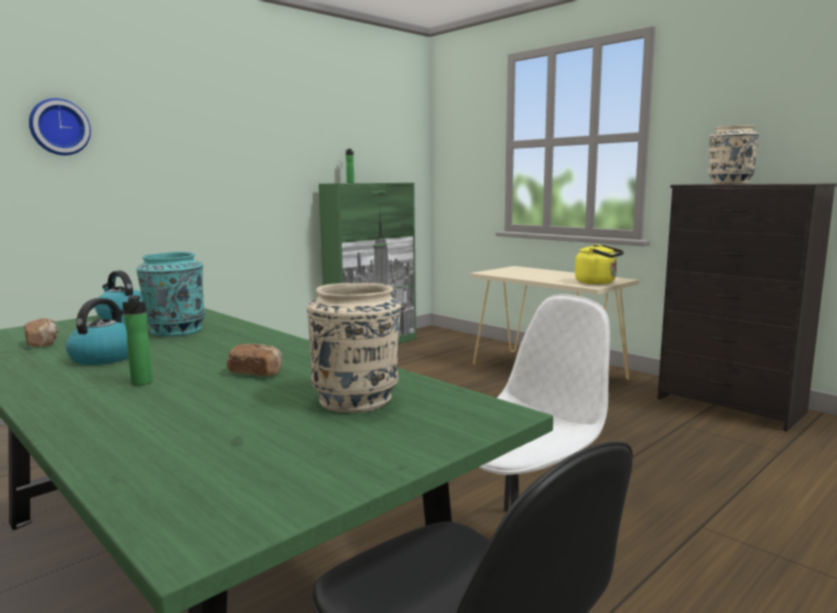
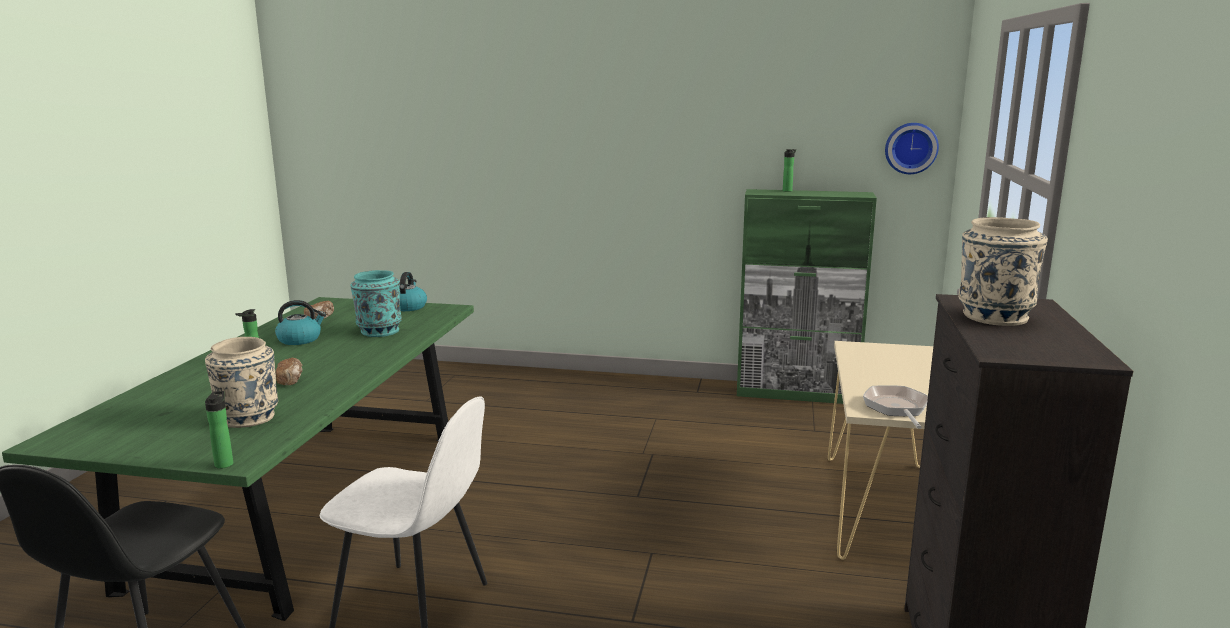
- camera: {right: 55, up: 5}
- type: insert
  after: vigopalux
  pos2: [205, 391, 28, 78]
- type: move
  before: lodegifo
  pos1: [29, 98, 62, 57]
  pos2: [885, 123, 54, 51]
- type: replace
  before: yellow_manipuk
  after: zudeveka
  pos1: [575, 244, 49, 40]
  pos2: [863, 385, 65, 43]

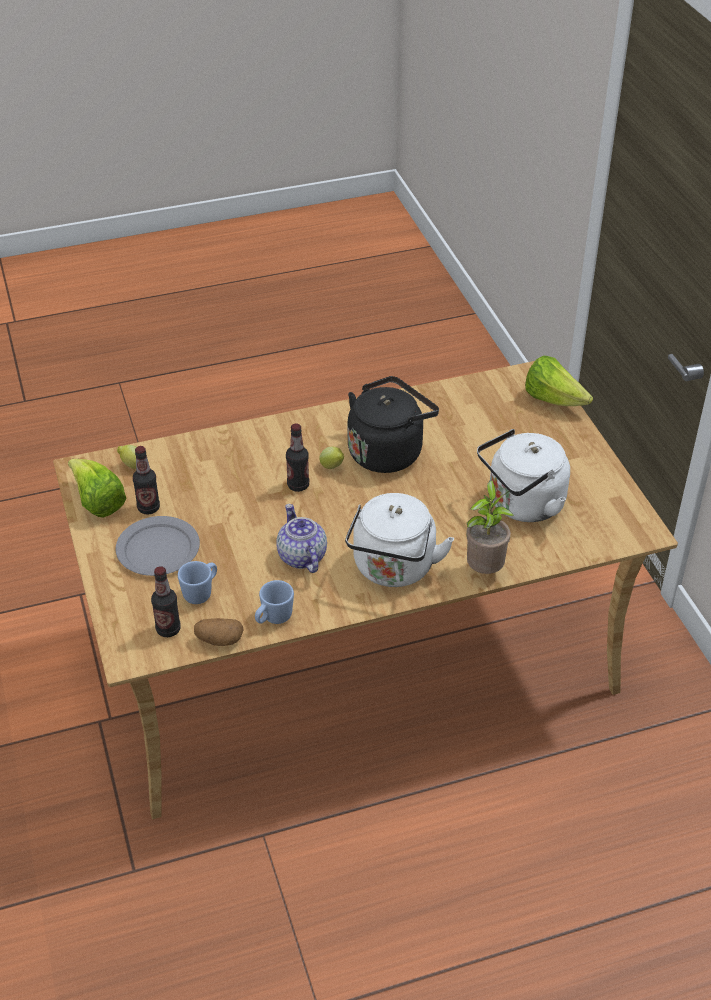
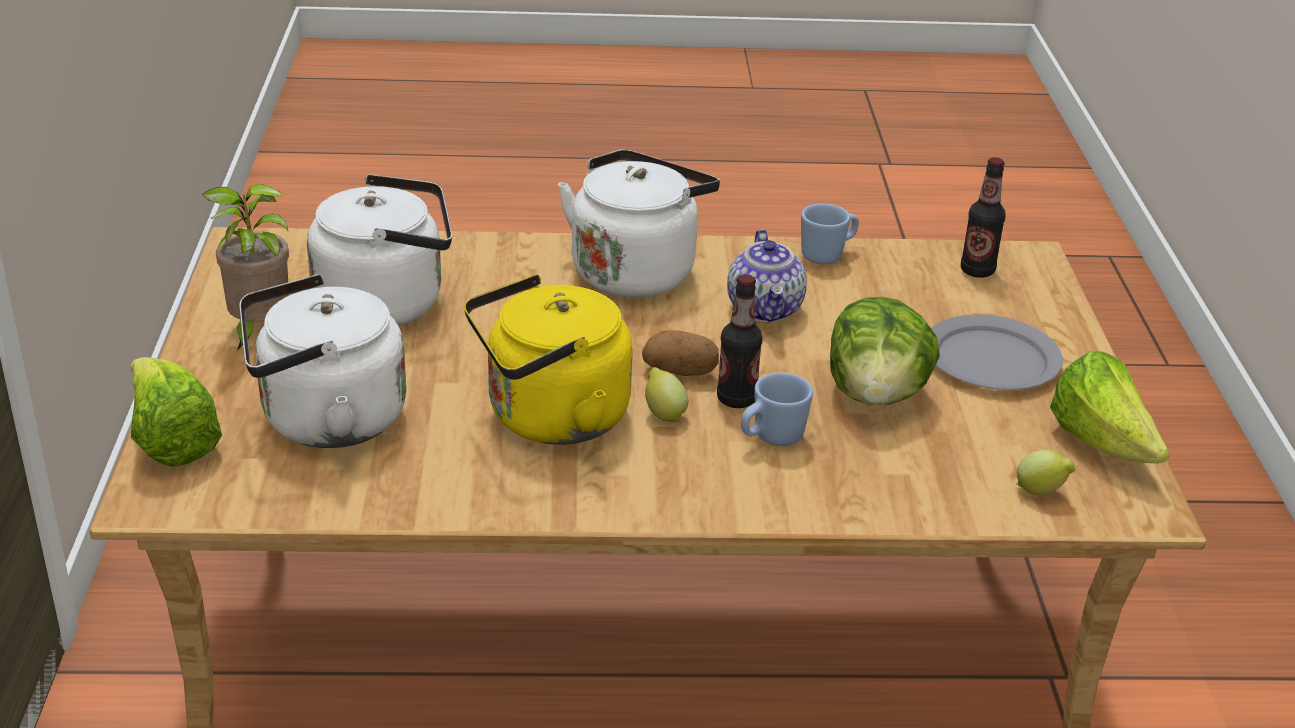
- camera: {right: -165, up: -10}
- type: delete
  before: vigopalux
  pos1: [133, 446, 27, 68]
- type: insert
  after: white_manipuk
  pos2: [239, 274, 167, 174]
- type: insert
  after: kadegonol
  pos2: [830, 297, 110, 108]
- type: move
  before: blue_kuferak
  pos1: [178, 561, 39, 43]
  pos2: [741, 372, 72, 74]
- type: move
  before: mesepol
  pos1: [194, 618, 50, 28]
  pos2: [642, 330, 77, 46]
- type: move
  before: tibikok
  pos1: [466, 481, 48, 93]
  pos2: [202, 184, 87, 167]
- type: recolor
  before: black_manipuk
  after: yellow_manipuk
  pos1: [348, 376, 91, 97]
  pos2: [464, 274, 169, 171]

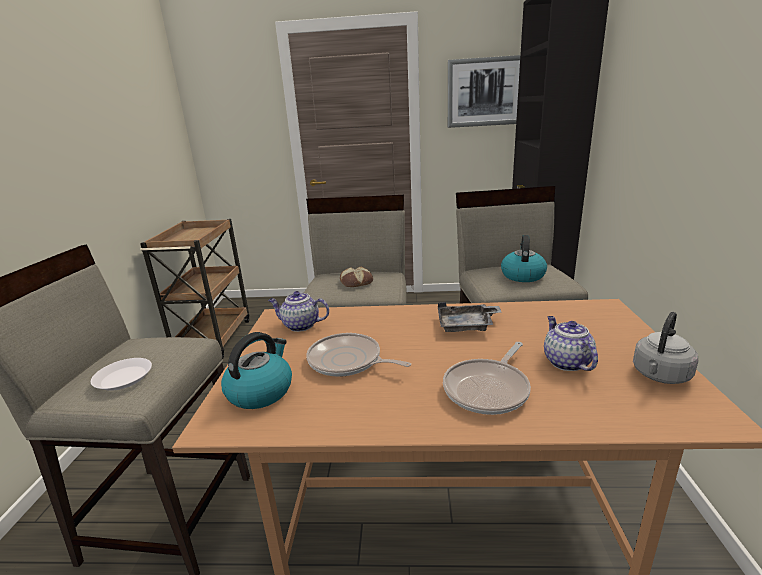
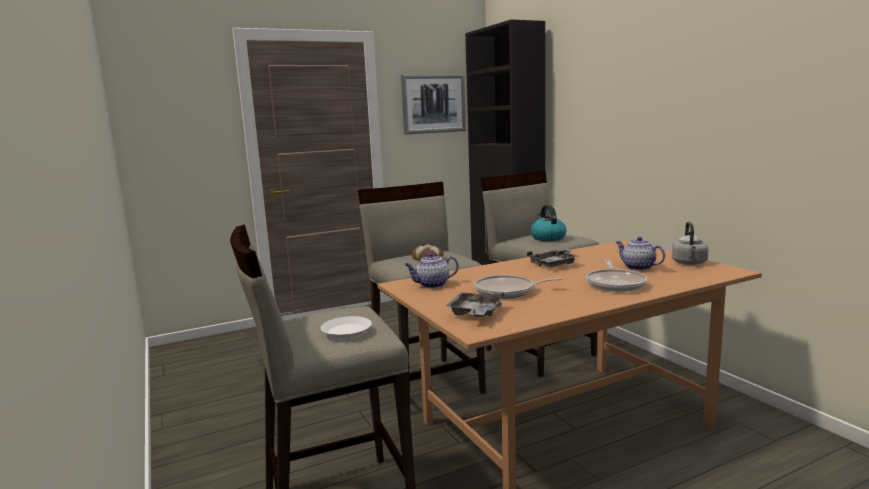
- camera: {right: -30, up: -10}
- type: delete
  before: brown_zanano
  pos1: [140, 219, 109, 140]
- type: replace
  before: manipuk
  after: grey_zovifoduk
  pos1: [221, 332, 71, 77]
  pos2: [446, 292, 58, 25]

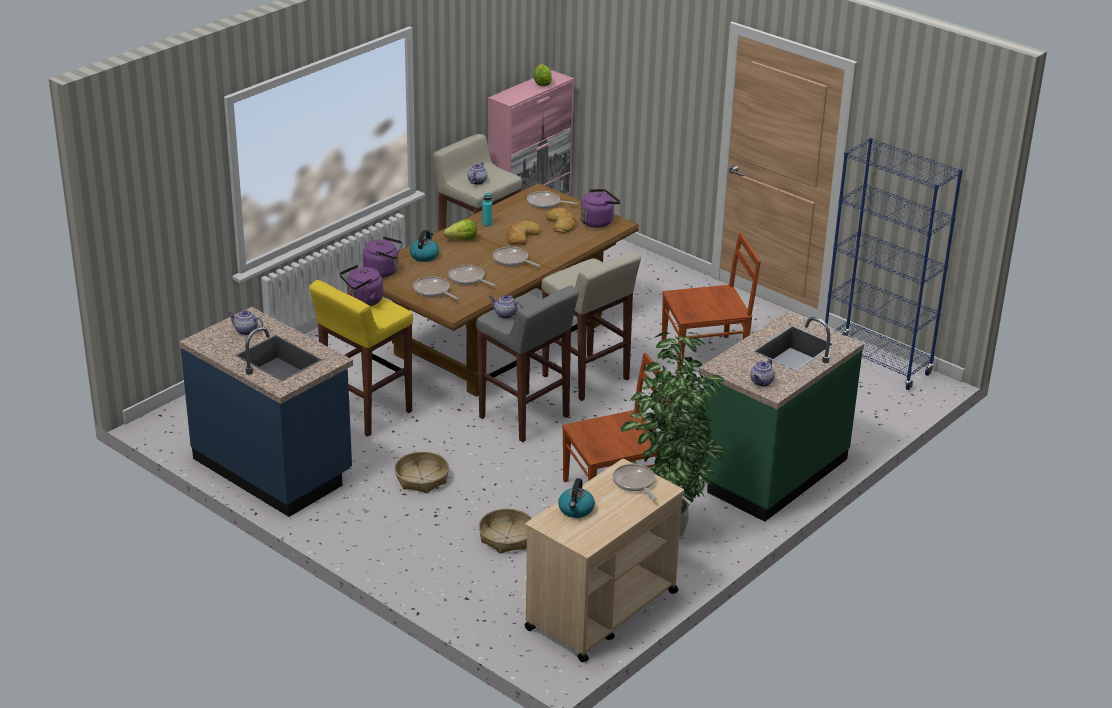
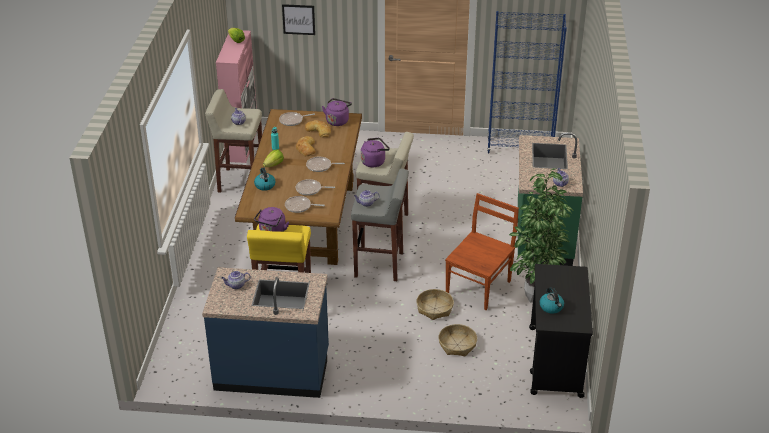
- camera: {right: -35, up: 5}
- type: delete
  before: zudeveka
  pos1: [613, 464, 44, 36]
- type: delete
  before: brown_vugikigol
  pos1: [662, 232, 99, 142]
- type: insert
  after: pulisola
  pos2: [282, 4, 33, 31]
- type: move
  before: purple_manipuk
  pos1: [363, 236, 39, 42]
  pos2: [361, 138, 29, 29]
- type: move
  before: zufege
  pos1: [395, 451, 54, 42]
  pos2: [416, 289, 38, 31]
- type: recolor
  before: beige_zanano
  after: black_zanano
  pos1: [524, 459, 160, 203]
  pos2: [529, 264, 64, 134]

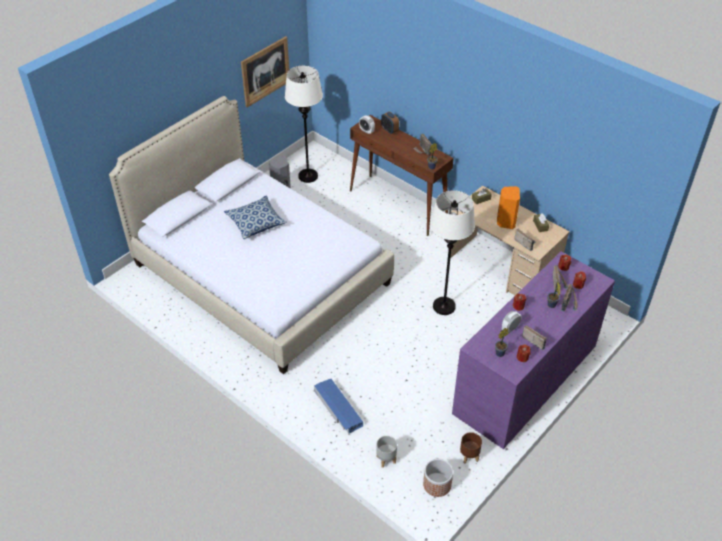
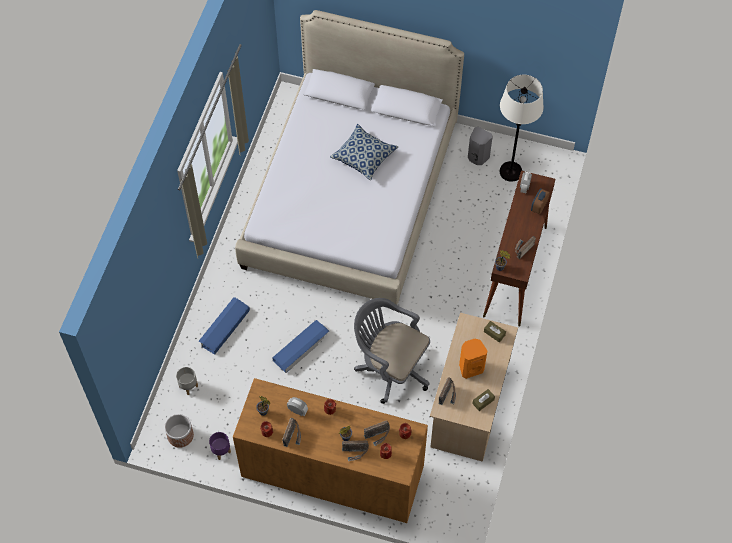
- camera: {right: 65, up: 15}
- type: delete
  before: pulisola
  pos1: [241, 36, 48, 71]
- type: insert
  after: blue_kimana
  pos2: [272, 320, 57, 53]
- type: replace
  before: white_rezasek
  after: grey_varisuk
  pos1: [430, 190, 45, 125]
  pos2: [354, 298, 76, 106]
- type: recolor
  before: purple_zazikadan
  after: brown_zazikadan
  pos1: [452, 251, 163, 198]
  pos2: [233, 378, 195, 145]
- type: recolor
  before: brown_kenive
  after: purple_kenive
  pos1: [460, 432, 22, 32]
  pos2: [209, 432, 22, 28]

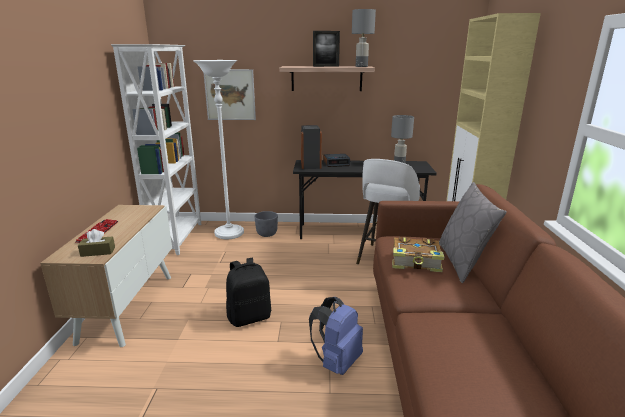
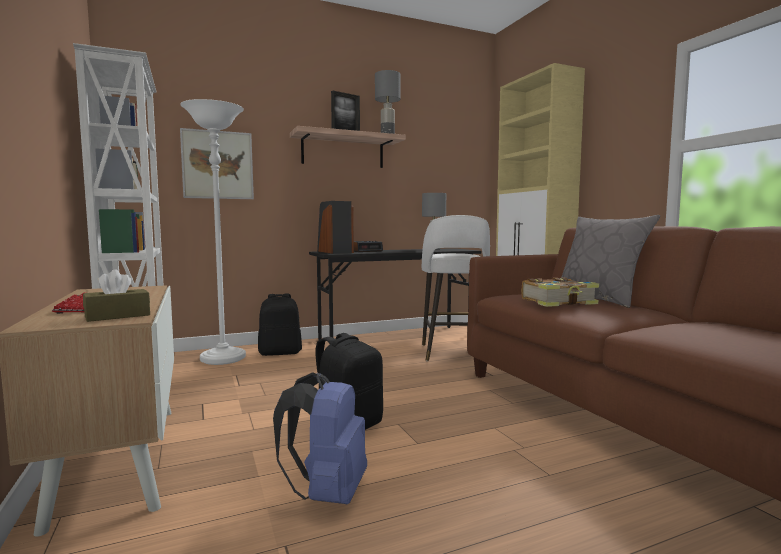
- camera: {right: -25, up: -15}
- type: move
  before: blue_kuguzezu
  pos1: [309, 297, 54, 78]
  pos2: [273, 372, 94, 132]
- type: replace
  before: grey_kenive
  after: black_kuguzezu
  pos1: [254, 211, 24, 26]
  pos2: [258, 294, 44, 62]

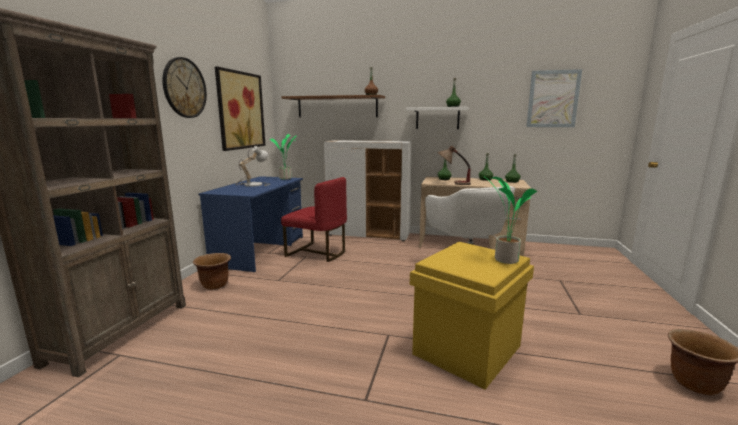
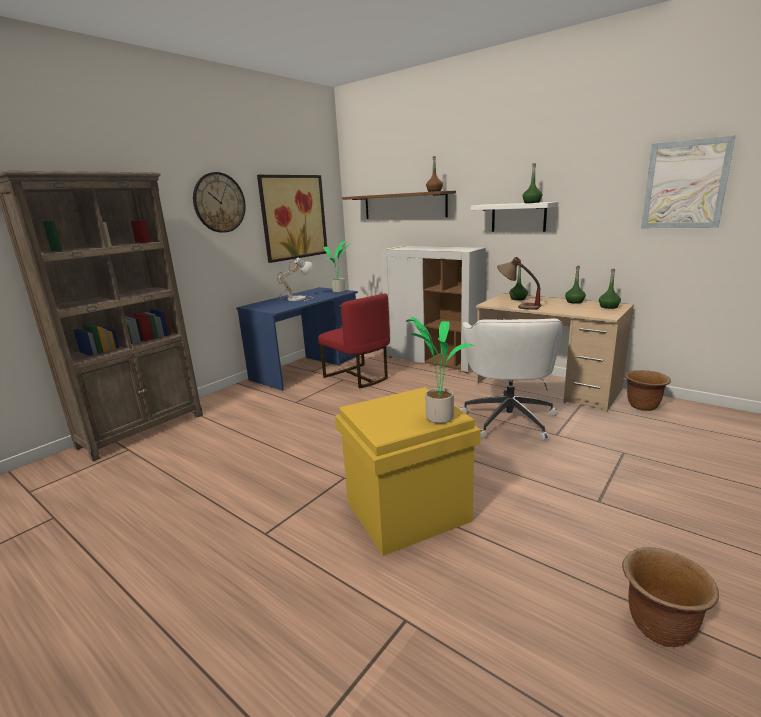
- camera: {right: 25, up: 5}
- type: move
  before: brown_kenive
  pos1: [193, 253, 38, 37]
  pos2: [625, 370, 46, 41]

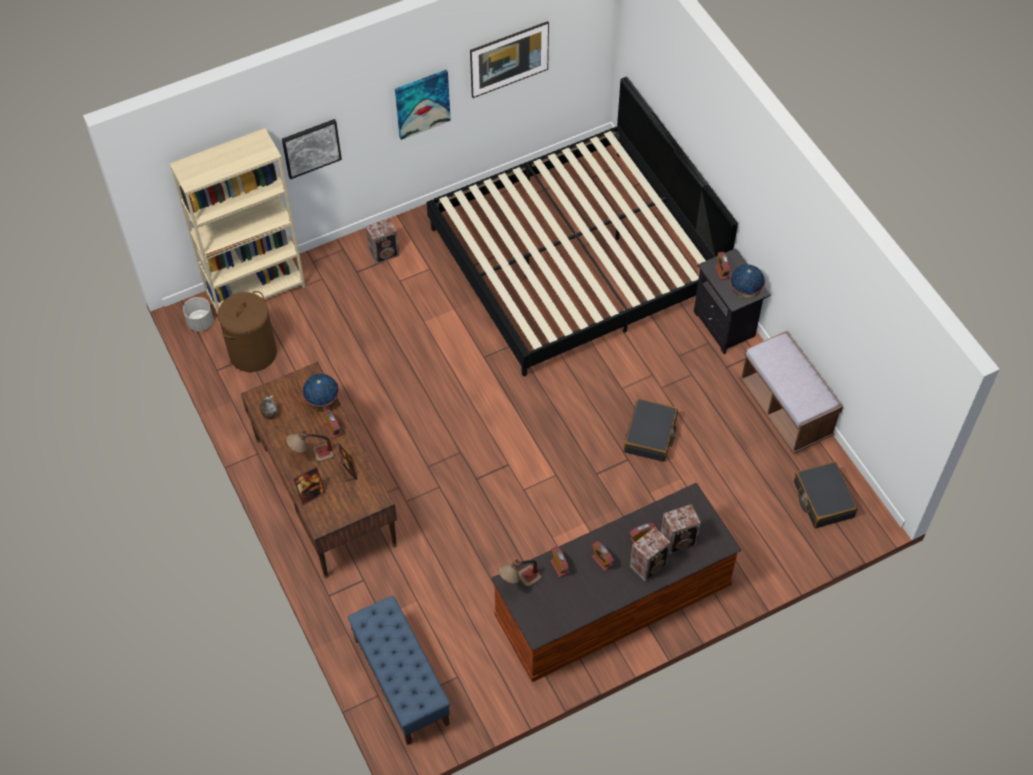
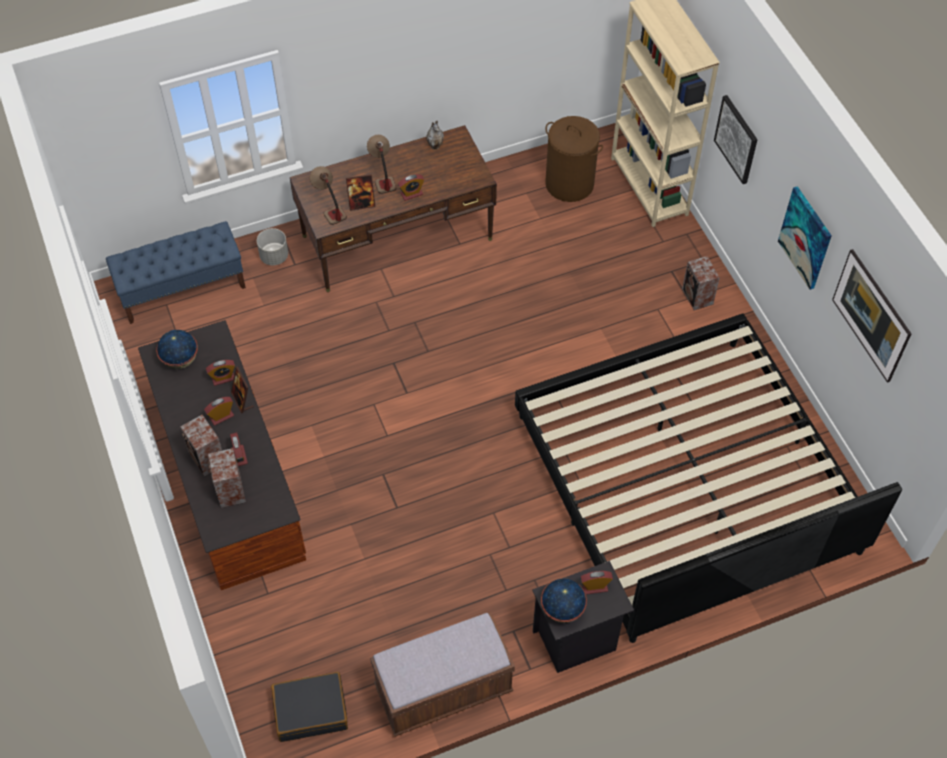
- camera: {right: 95, up: 0}
- type: delete
  before: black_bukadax
  pos1: [624, 398, 54, 64]
- type: move
  before: grey_kenive
  pos1: [183, 297, 31, 34]
  pos2: [257, 228, 31, 37]
- type: move
  before: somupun
  pos1: [293, 467, 33, 38]
  pos2: [231, 366, 23, 47]
- type: move
  before: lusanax
  pos1: [302, 374, 37, 35]
  pos2: [156, 330, 42, 39]
- type: move
  before: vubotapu
  pos1: [498, 560, 44, 27]
  pos2: [310, 166, 37, 59]

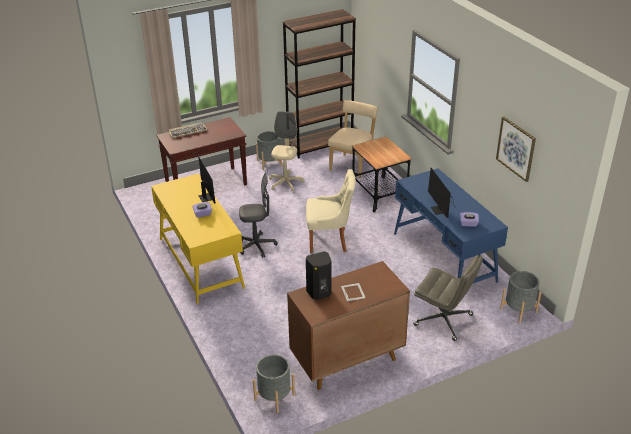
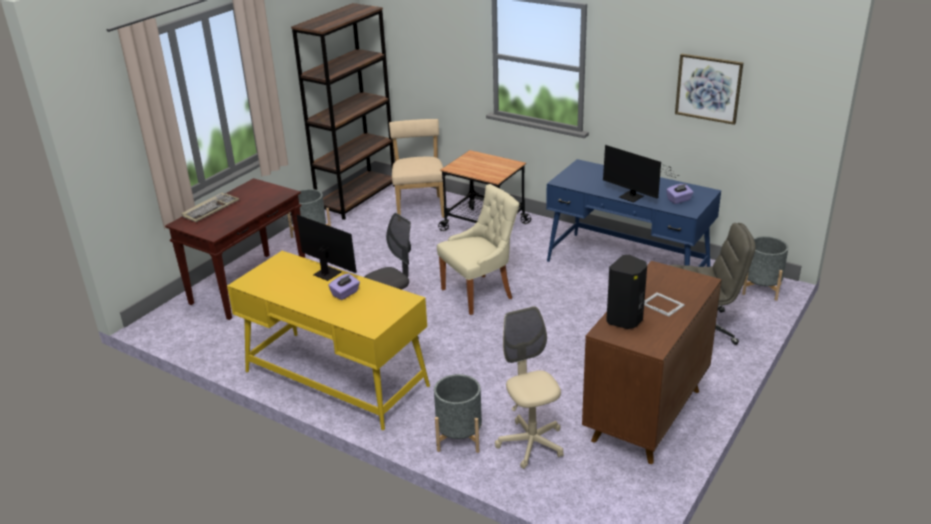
- camera: {right: -30, up: -5}
- type: move
  before: grey_kenive
  pos1: [253, 354, 42, 59]
  pos2: [434, 374, 48, 79]
- type: move
  before: beige_varisuk
  pos1: [269, 111, 35, 81]
  pos2: [495, 306, 69, 163]

